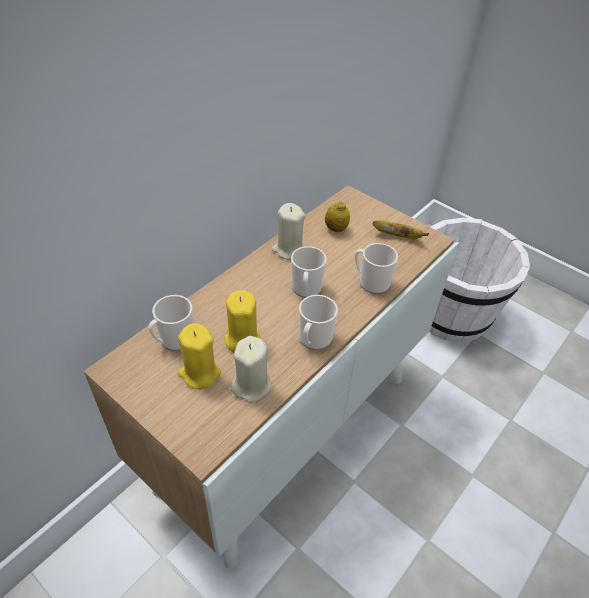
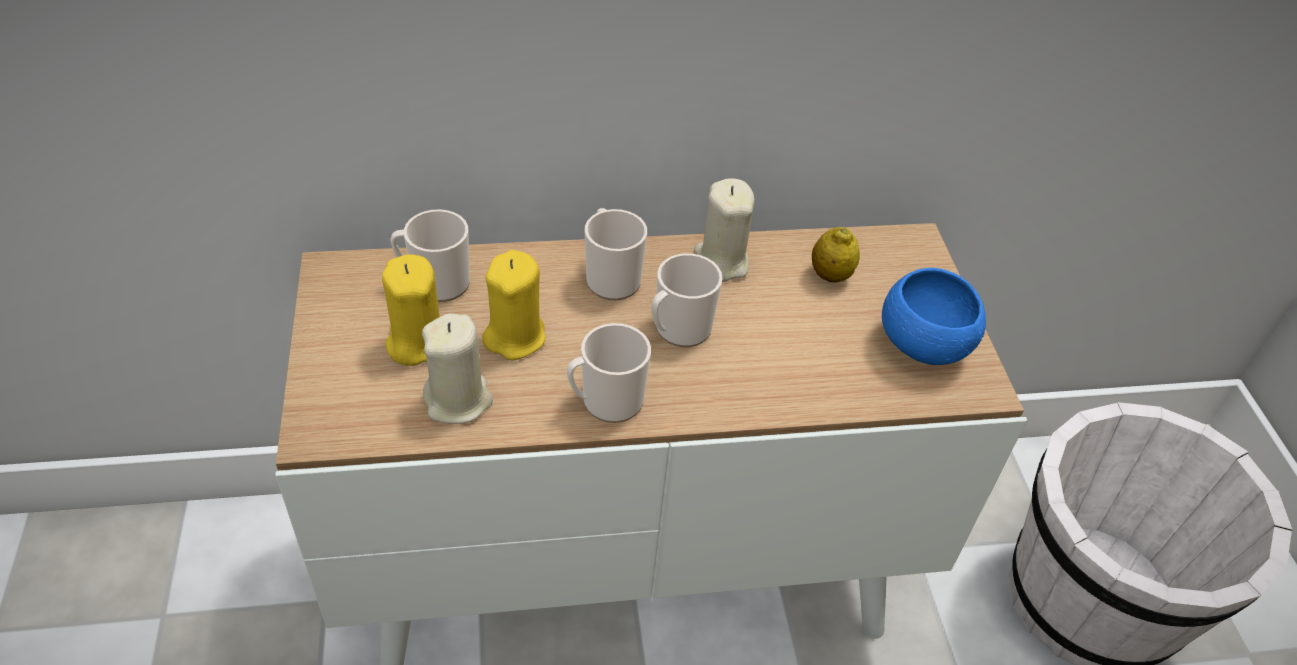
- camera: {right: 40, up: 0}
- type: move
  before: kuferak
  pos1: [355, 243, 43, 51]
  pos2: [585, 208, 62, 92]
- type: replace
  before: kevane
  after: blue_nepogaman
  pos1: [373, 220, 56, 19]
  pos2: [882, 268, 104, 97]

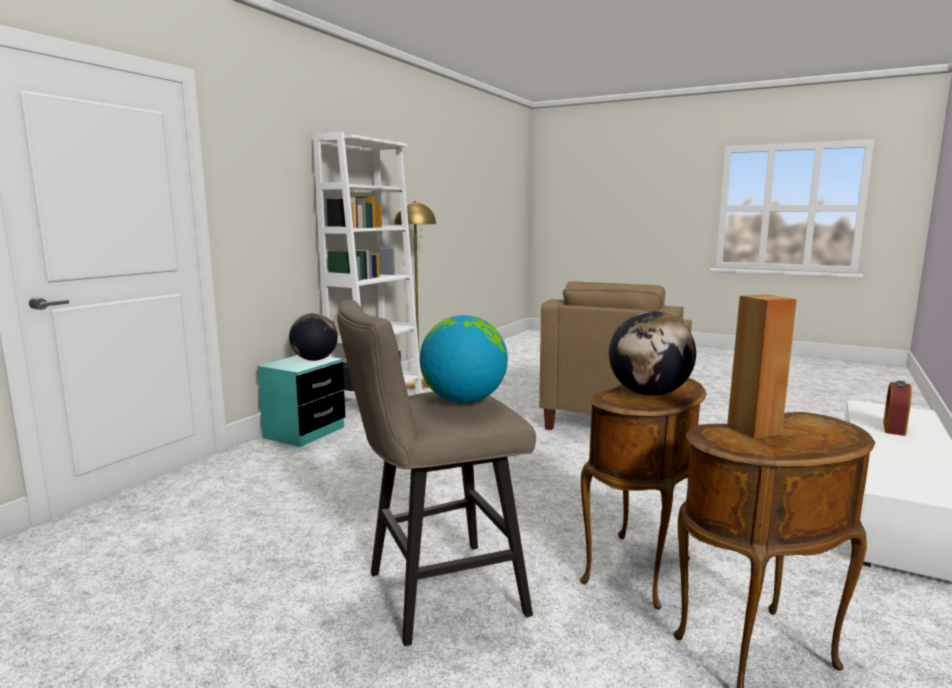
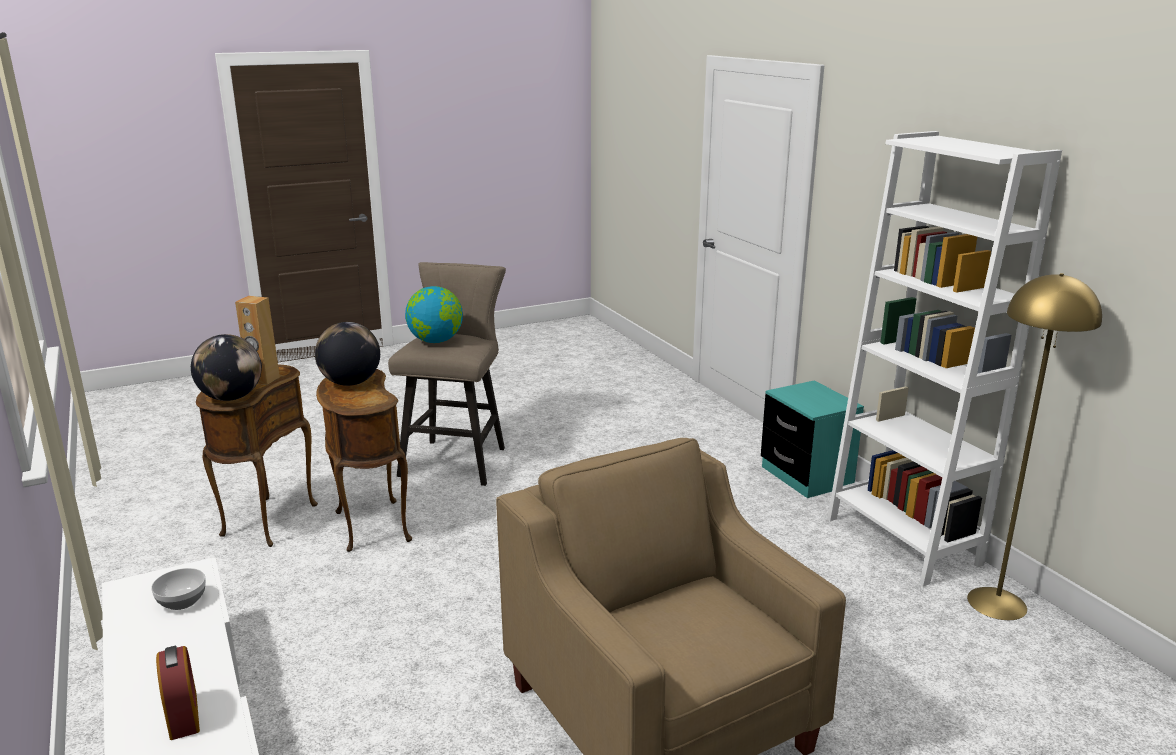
- camera: {right: 125, up: 10}
- type: insert
  after: nepogaman
  pos2: [151, 568, 55, 42]
- type: move
  before: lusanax
  pos1: [289, 313, 49, 48]
  pos2: [191, 334, 71, 67]

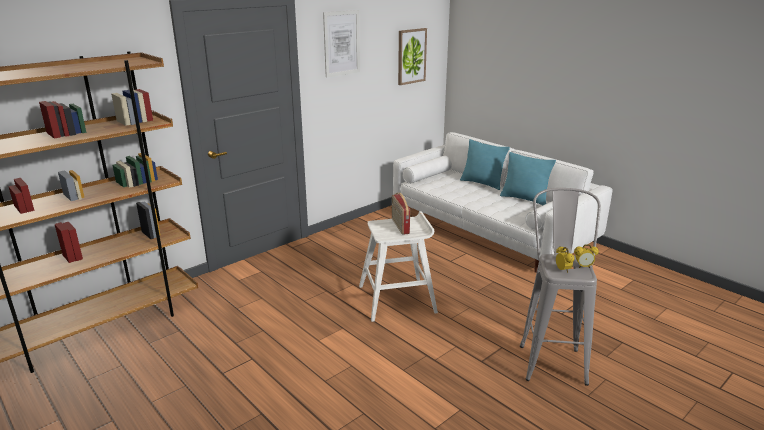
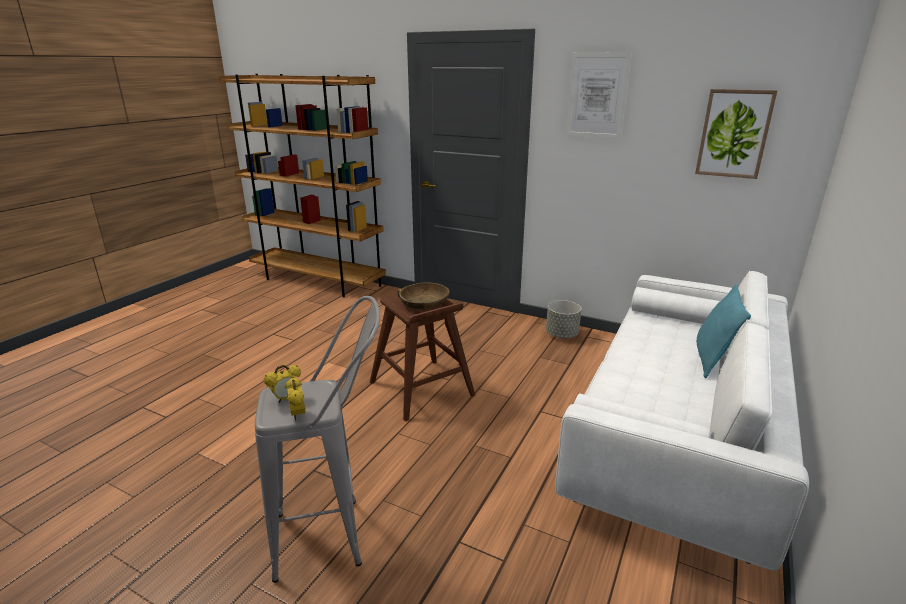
- camera: {right: 70, up: 0}
- type: delete
  before: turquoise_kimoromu
  pos1: [500, 152, 56, 53]
- type: insert
  after: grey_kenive
  pos2: [546, 300, 36, 38]
- type: replace
  before: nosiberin
  after: brown_nepogaman
  pos1: [392, 193, 18, 42]
  pos2: [397, 282, 53, 28]
- type: recolor
  before: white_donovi
  after: brown_donovi
  pos1: [359, 211, 79, 111]
  pos2: [370, 294, 105, 127]

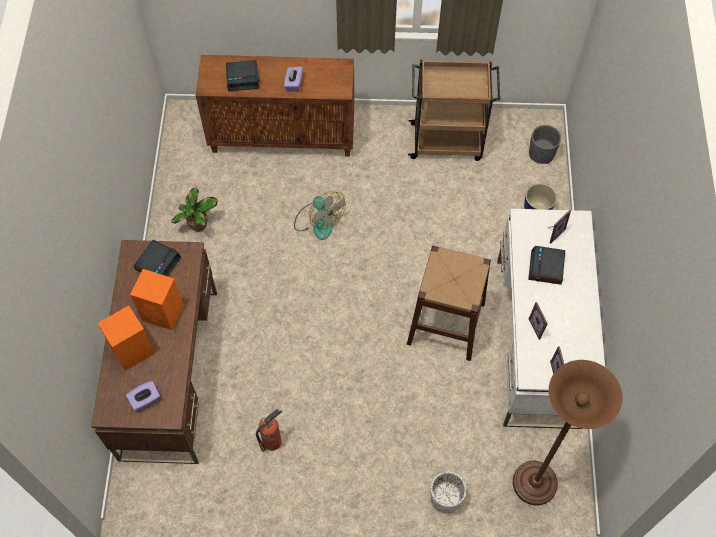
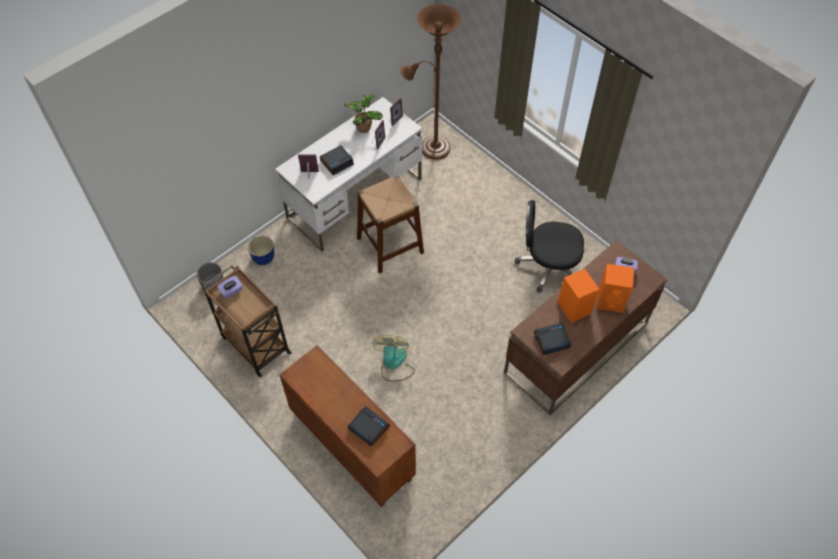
- camera: {right: -135, up: -5}
- type: delete
  before: white_kenive
  pos1: [430, 472, 36, 42]
- type: move
  before: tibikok
  pos1: [171, 188, 47, 44]
  pos2: [344, 94, 39, 39]
- type: move
  before: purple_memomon
  pos1: [284, 67, 19, 25]
  pos2: [217, 275, 26, 24]
- type: replace
  before: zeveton
  after: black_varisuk
  pos1: [256, 409, 27, 43]
  pos2: [515, 200, 69, 93]

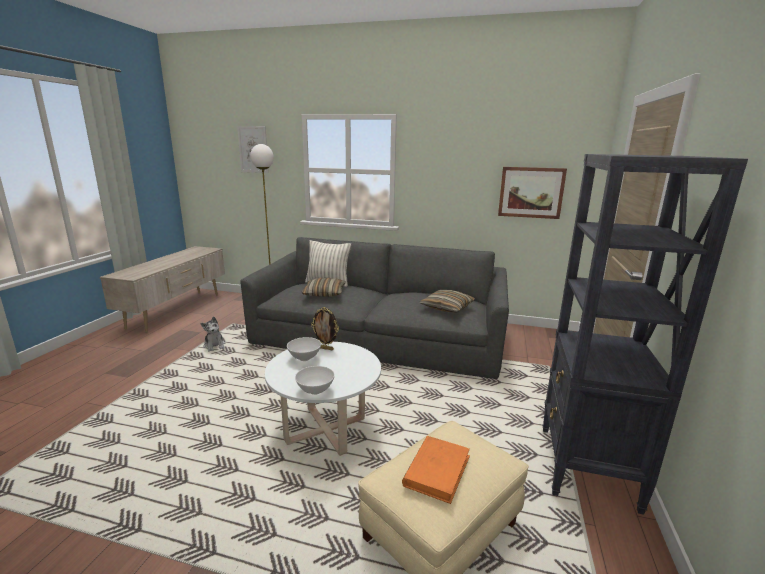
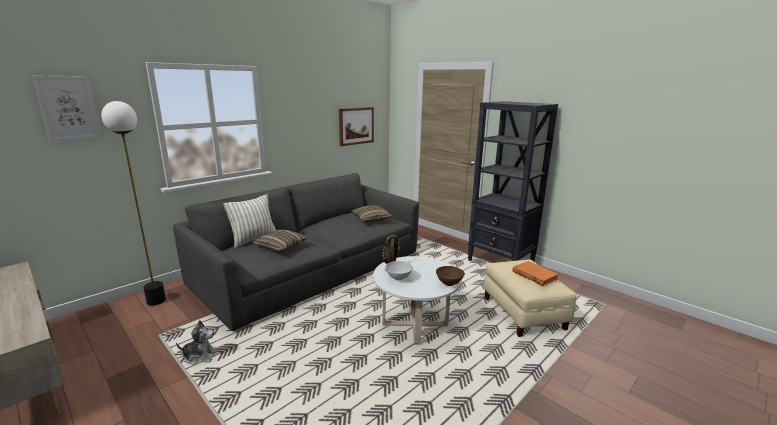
- camera: {right: -60, up: 0}
- type: recolor
  before: white_nepogaman
  after: brown_nepogaman
  pos1: [295, 366, 40, 29]
  pos2: [436, 266, 28, 20]

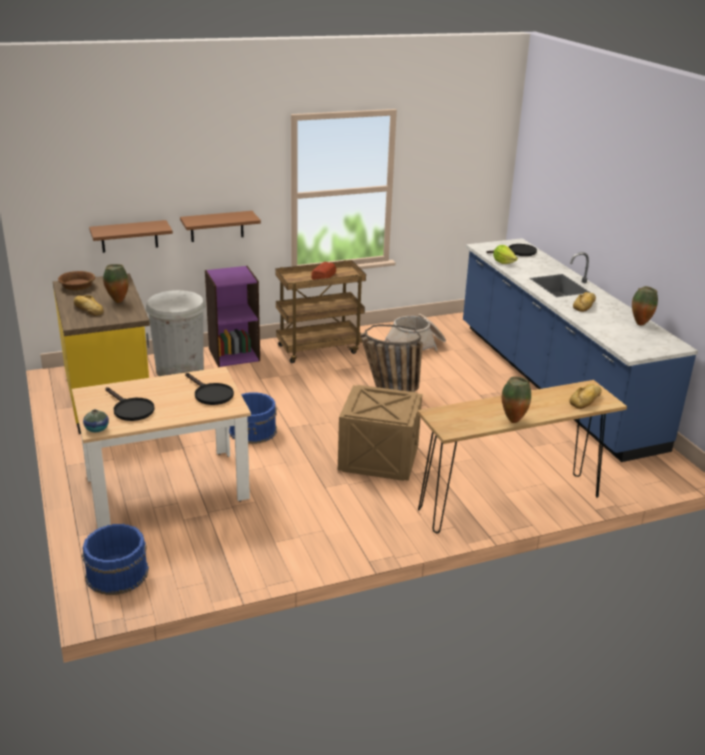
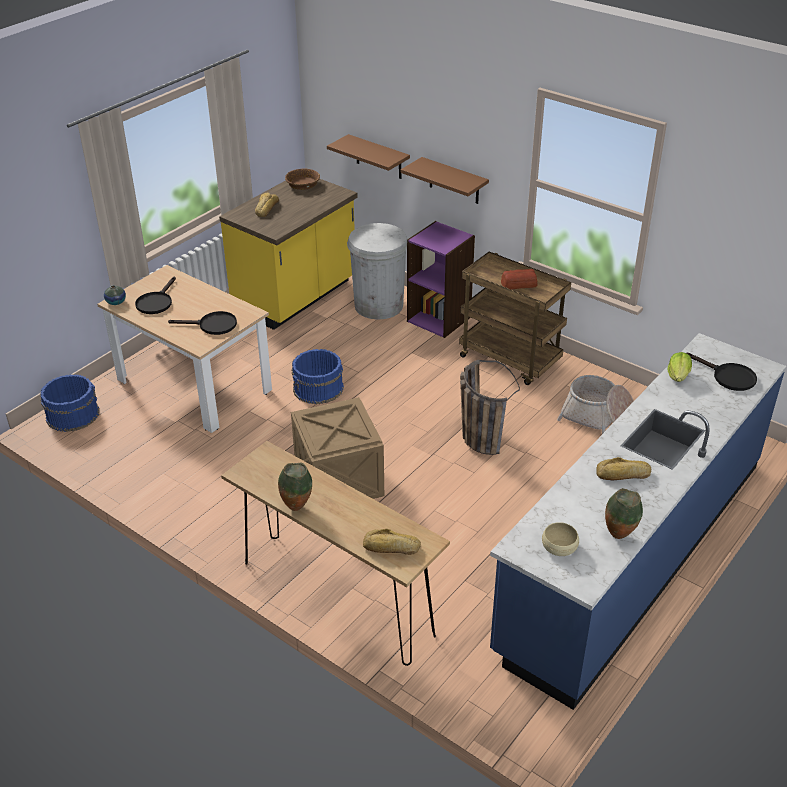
- camera: {right: 60, up: 10}
- type: delete
  before: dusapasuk
  pos1: [103, 264, 26, 39]
- type: insert
  after: beige_nepogaman
  pos2: [542, 522, 37, 34]
- type: rotate
  before: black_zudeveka
  pos1: [185, 373, 49, 32]
  pos2: [168, 311, 69, 24]
  turn: -105

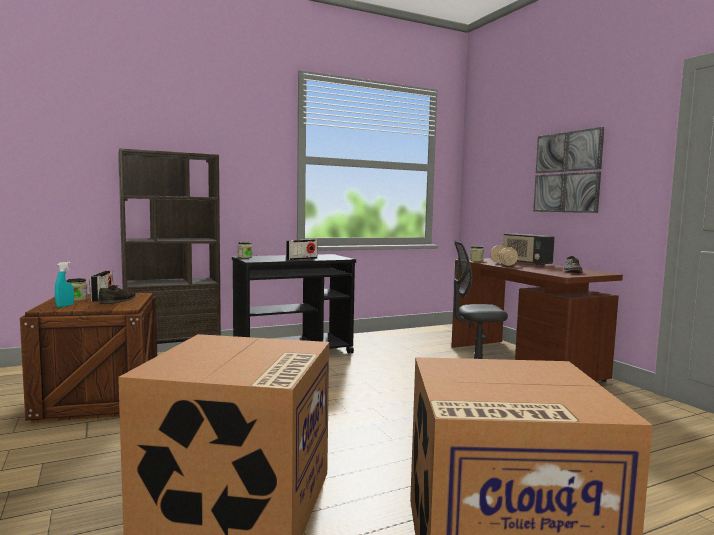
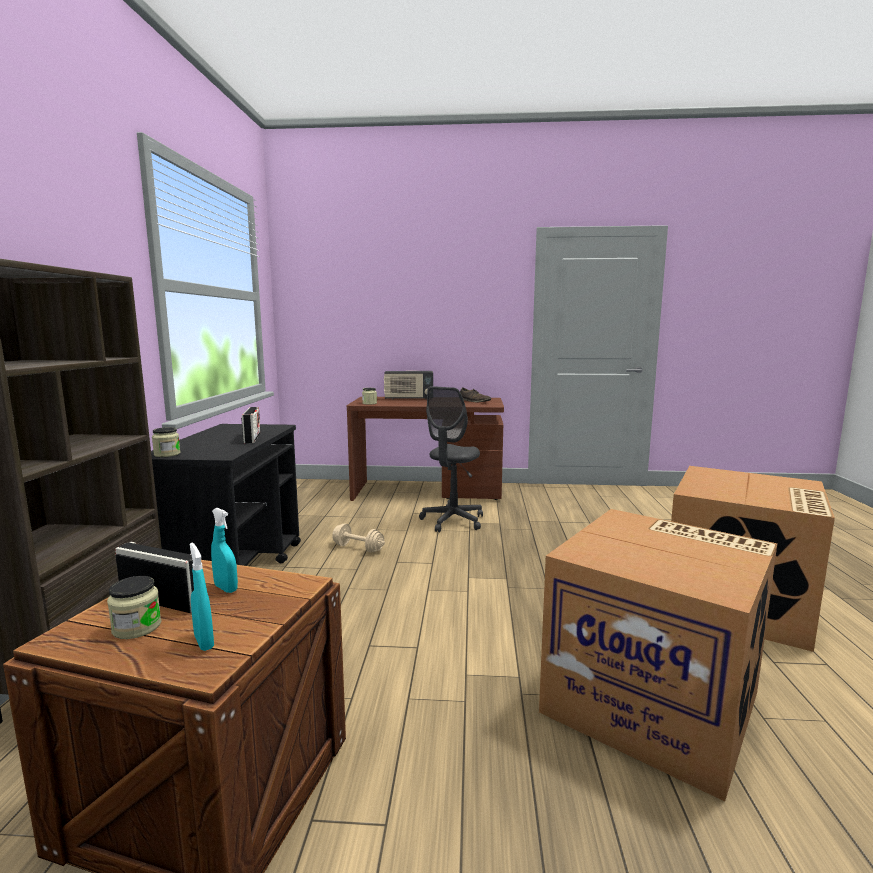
- camera: {right: -60, up: 5}
- type: delete
  before: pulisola
  pos1: [533, 127, 71, 86]
- type: move
  before: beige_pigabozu
  pos1: [490, 245, 28, 21]
  pos2: [332, 524, 53, 29]
- type: replace
  before: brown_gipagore
  after: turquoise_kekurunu
  pos1: [98, 285, 38, 19]
  pos2: [211, 508, 27, 85]

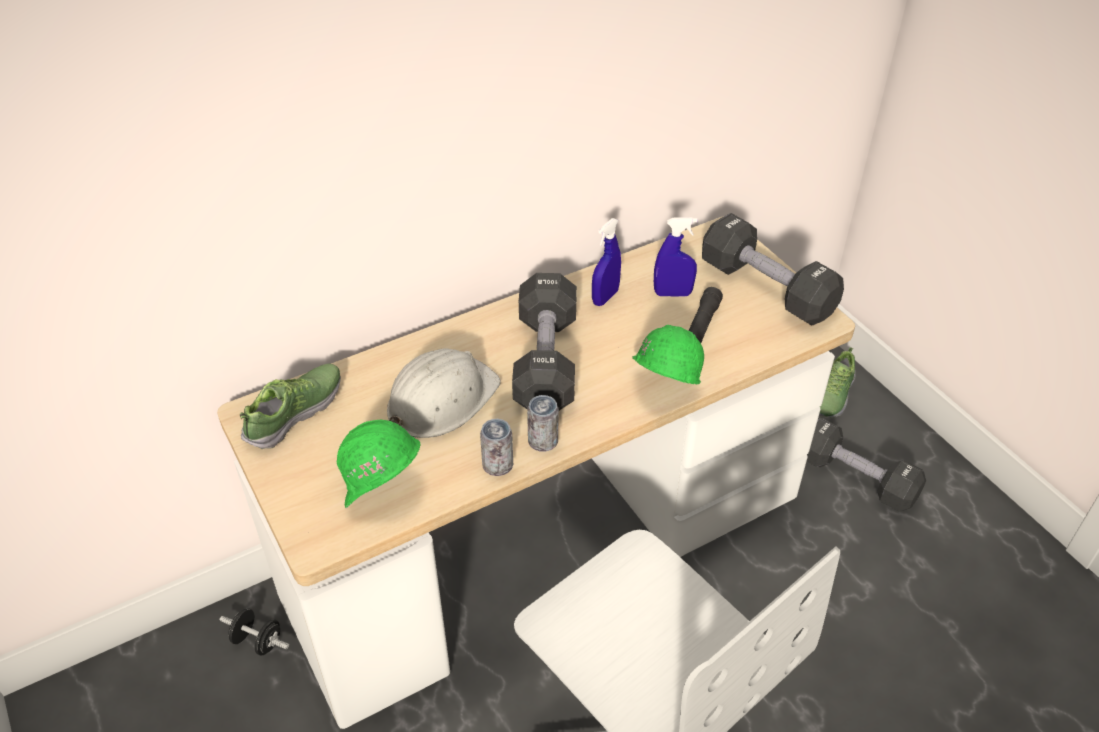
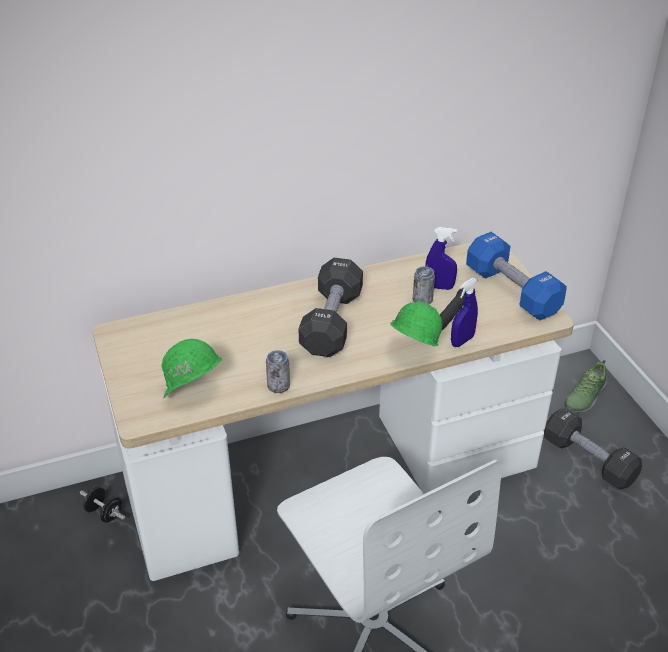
- camera: {right: 10, up: -5}
- type: delete
  before: gipagore
  pos1: [240, 363, 101, 86]
- type: delete
  before: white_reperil
  pos1: [387, 348, 114, 90]
- type: move
  before: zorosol
  pos1: [527, 395, 32, 57]
  pos2: [413, 266, 22, 38]
- type: move
  before: blue_kekurunu
  pos1: [592, 218, 29, 88]
  pos2: [451, 278, 27, 69]
- type: recolor
  before: black_pigabozu
  after: blue_pigabozu
  pos1: [702, 213, 142, 113]
  pos2: [466, 232, 101, 88]

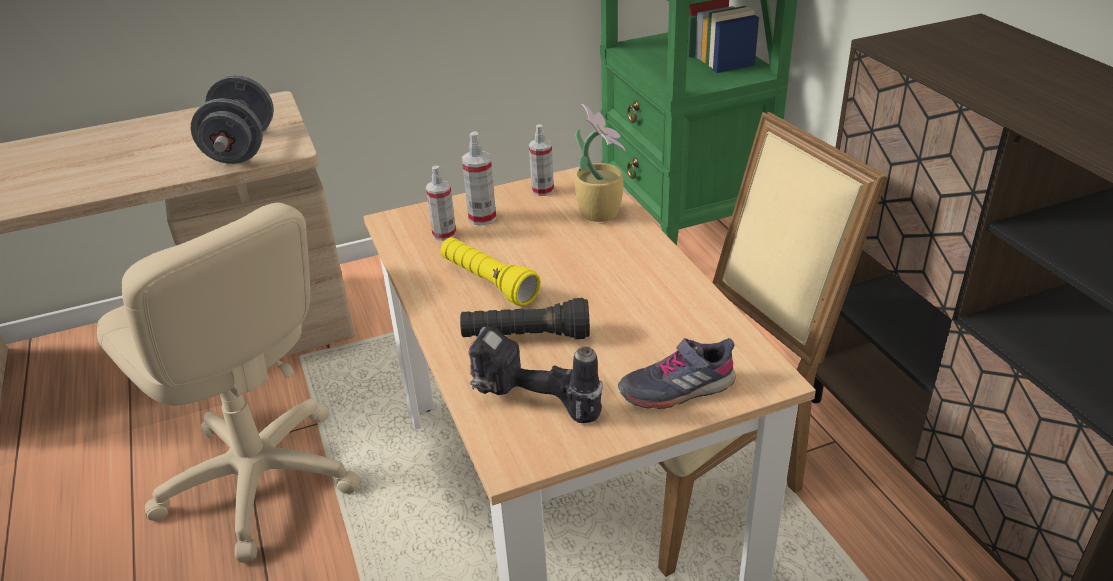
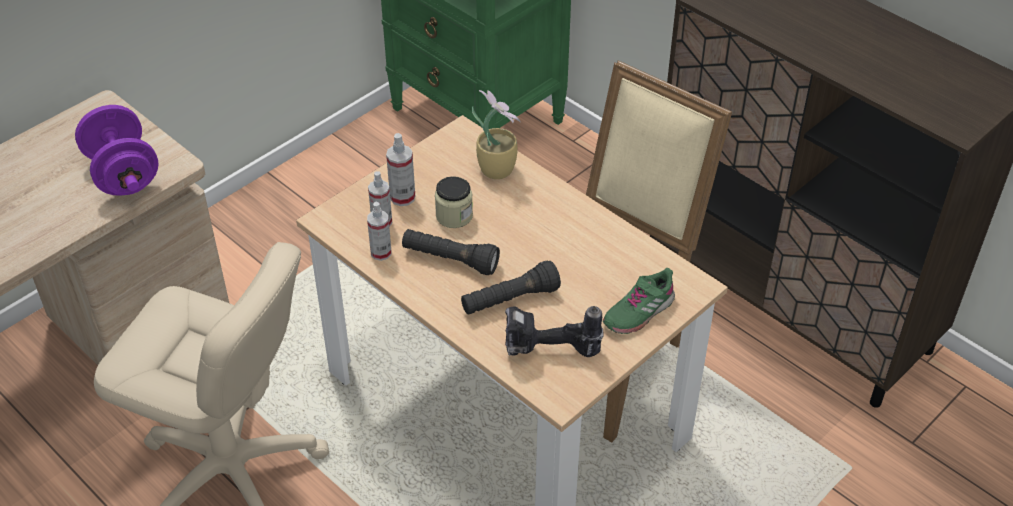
- camera: {right: -25, up: 10}
- type: insert
  after: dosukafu
  pos2: [435, 176, 38, 52]
- type: move
  before: kekurunu
  pos1: [529, 124, 25, 72]
  pos2: [367, 202, 24, 59]
- type: recolor
  before: grey_pigabozu
  after: purple_pigabozu
  pos1: [191, 75, 83, 89]
  pos2: [75, 105, 83, 91]
- type: recolor
  before: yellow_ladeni
  after: black_ladeni
  pos1: [441, 237, 100, 69]
  pos2: [402, 229, 98, 46]
- type: recolor
  before: grey_gipagore
  after: green_gipagore
  pos1: [618, 338, 118, 71]
  pos2: [603, 268, 72, 66]

